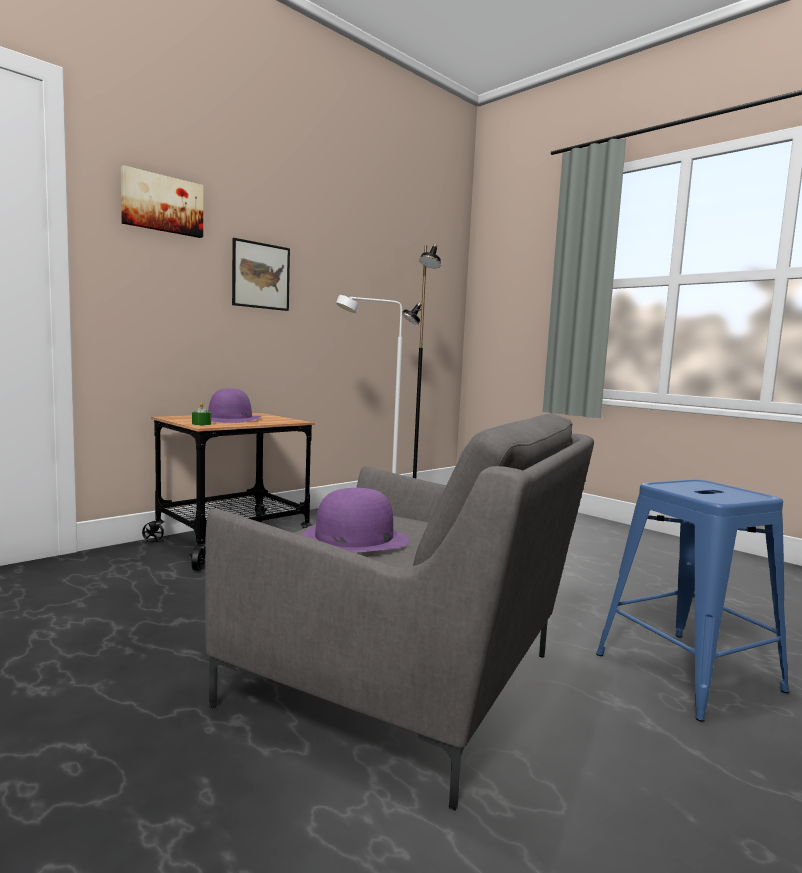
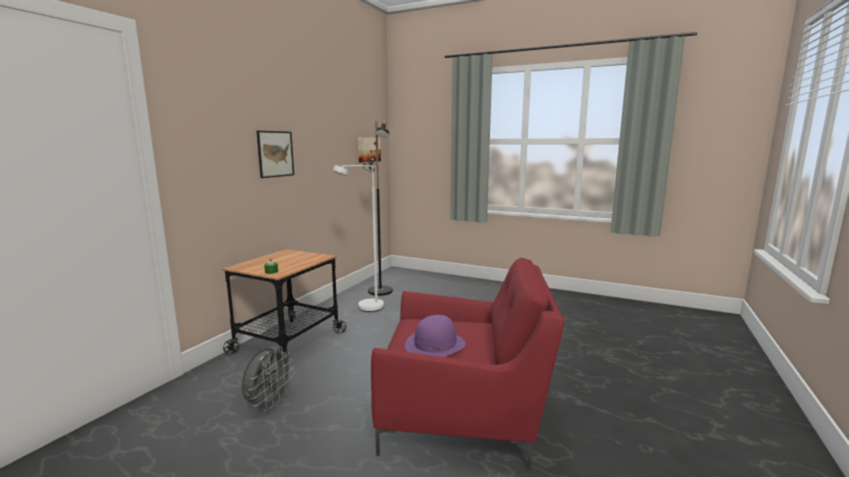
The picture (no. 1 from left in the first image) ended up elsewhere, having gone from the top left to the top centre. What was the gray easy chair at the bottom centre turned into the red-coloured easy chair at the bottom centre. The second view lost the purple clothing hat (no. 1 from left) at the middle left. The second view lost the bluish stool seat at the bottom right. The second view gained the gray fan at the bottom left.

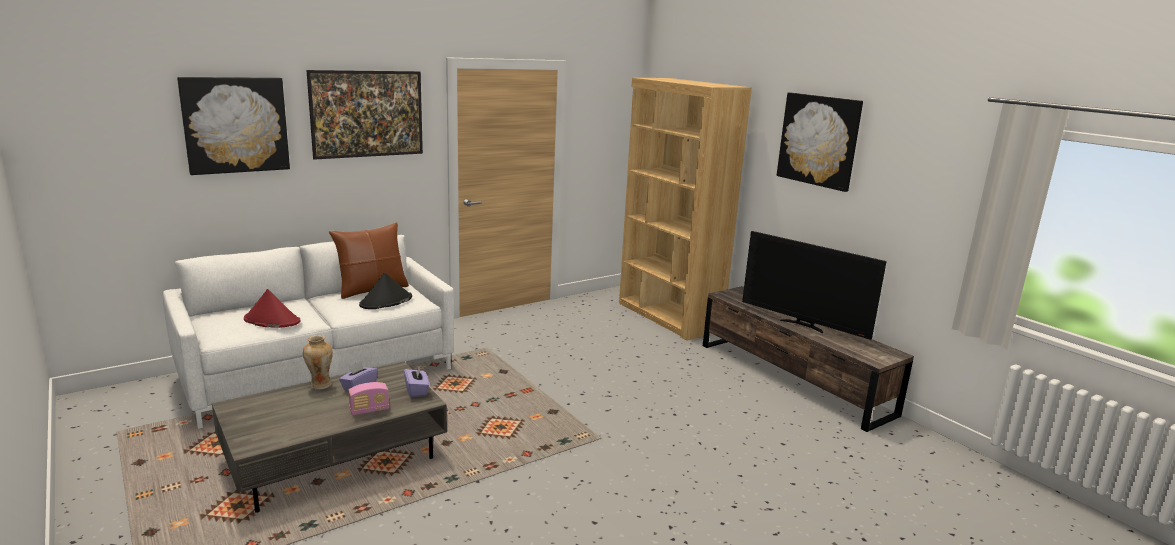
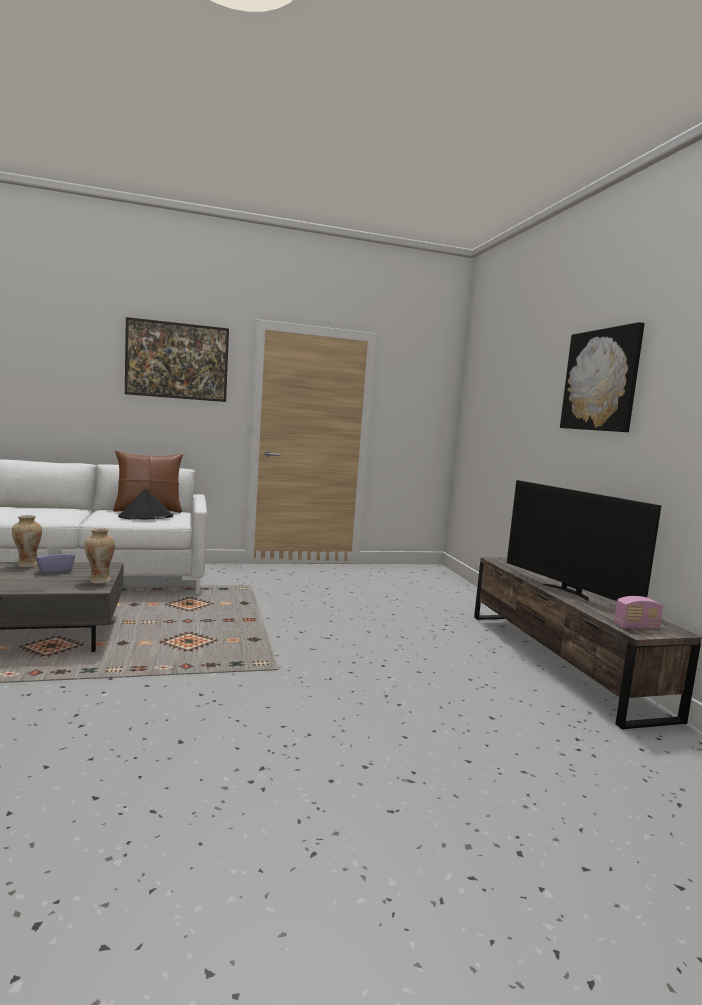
The second view lost the picture (no. 1 from left) at the top left. The second view lost the red-coloured clothing hat at the middle left. The radio ended up elsewhere, having gone from the bottom left to the middle right. Where the purple tissue box (no. 2 from left) stood at the bottom centre, the flower vase (no. 2 from left) came to stand at the middle left. The second view lost the brownish bookcase at the centre.

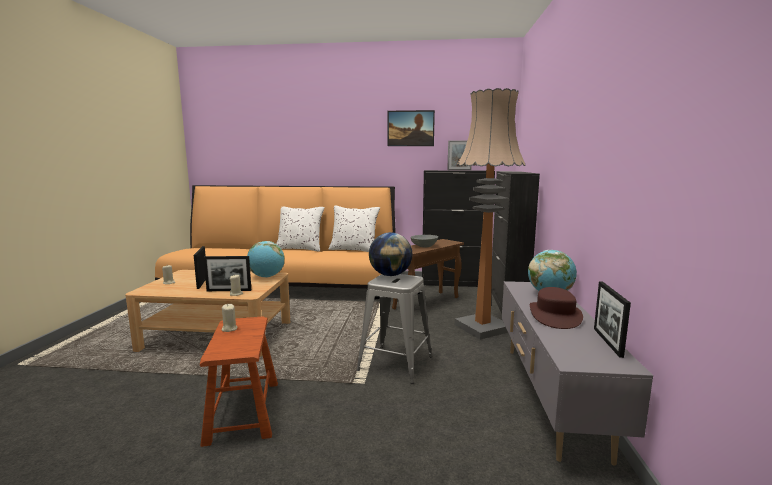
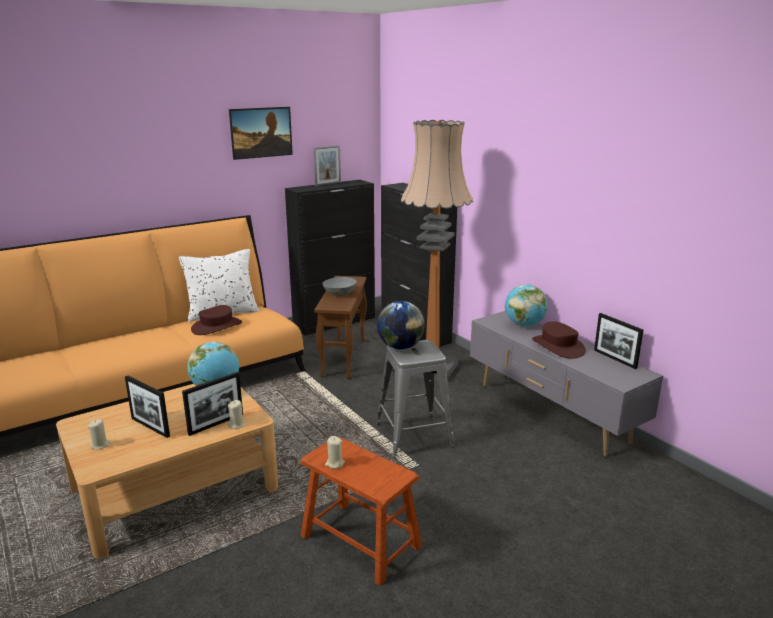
The second view lost the white-coloured cushion (no. 1 from left) at the centre. The second view gained the brownish clothing hat (no. 1 from left) at the middle left.

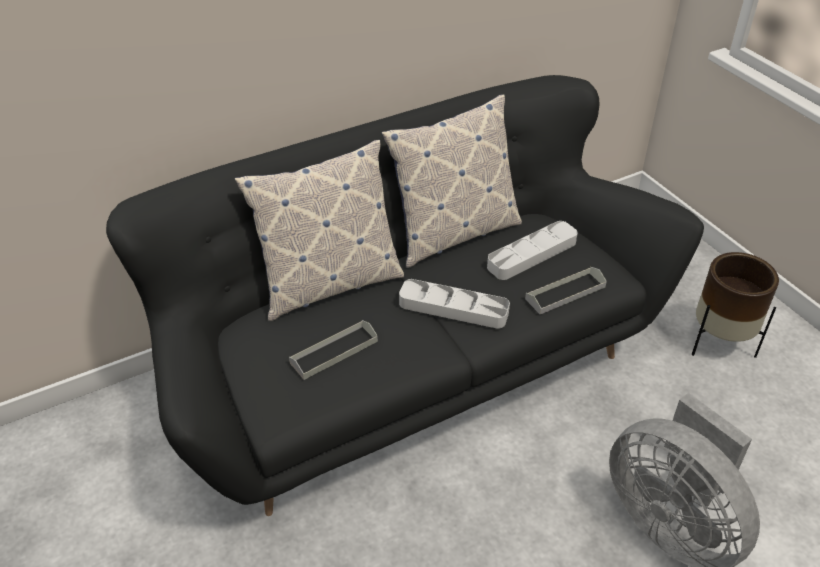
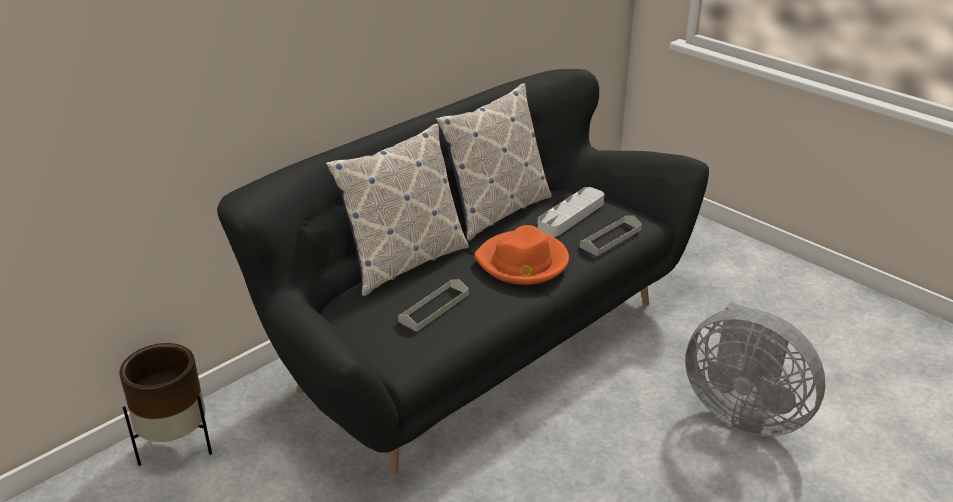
Where the gray serving tray (no. 2 from left) stood at the centre, the orange-coloured clothing hat came to stand at the centre. The brownish planter ended up elsewhere, having gone from the middle right to the bottom left.

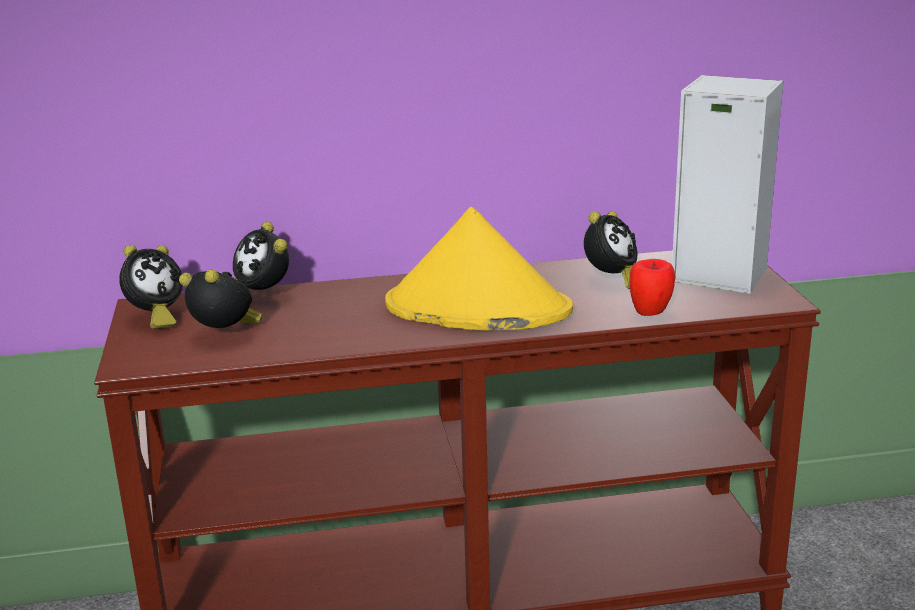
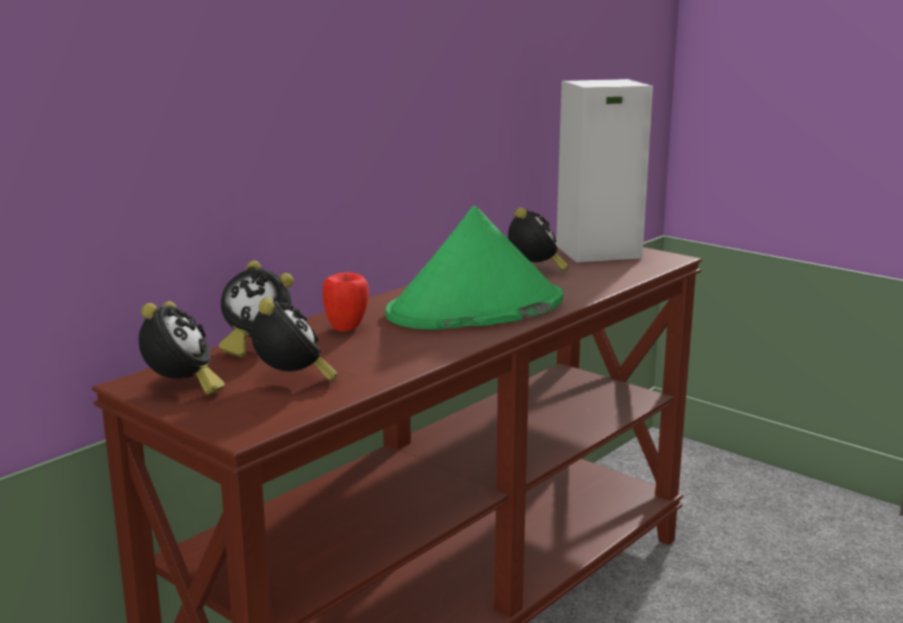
The table clock (no. 2 from left in the first image) at the middle left ended up facing another way, 90 degrees clockwise from before. What was the yellowish clothing hat at the centre turned into the greenish clothing hat at the centre. The apple fruit ended up elsewhere, having gone from the middle right to the centre.

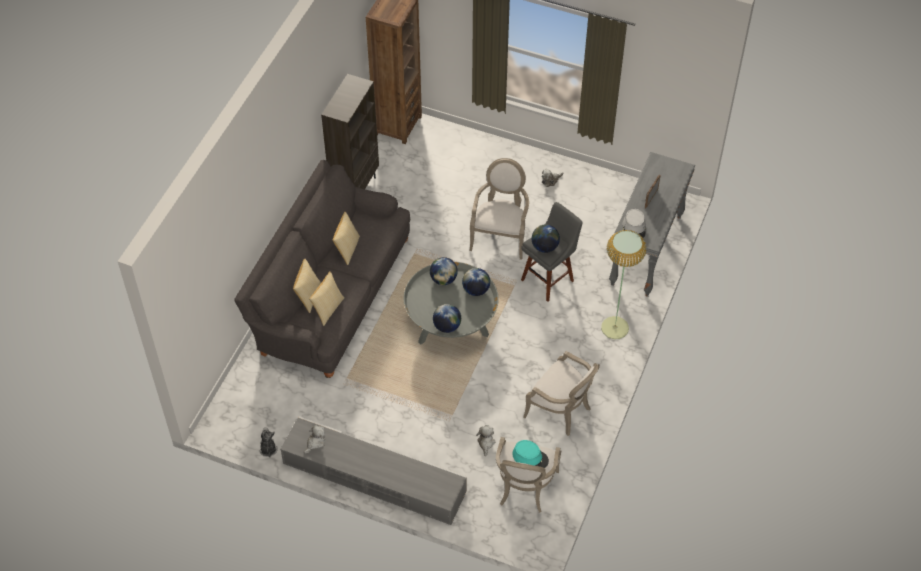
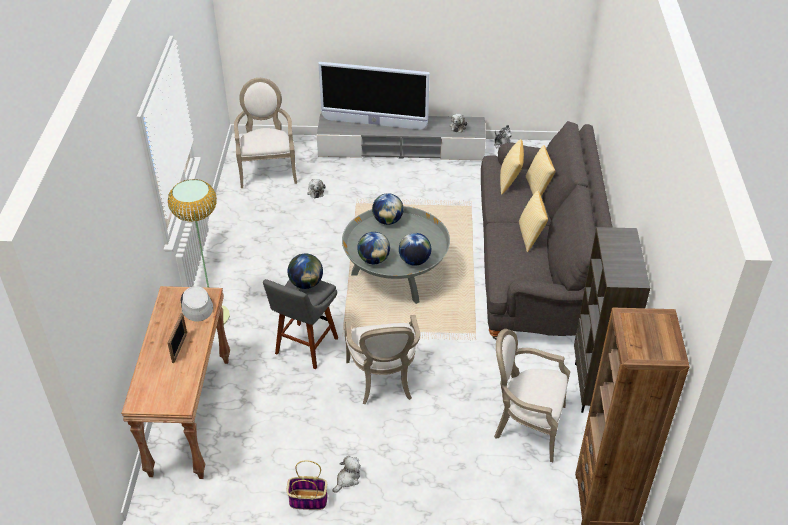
The second view lost the turquoise-coloured clothing hat at the bottom centre. The easy chair (no. 3 from left) ended up elsewhere, having gone from the bottom centre to the bottom right. What was the gray hall table at the middle right turned into the brownish hall table at the bottom left. The second view gained the basket at the bottom centre. The second view gained the TV set at the top centre.

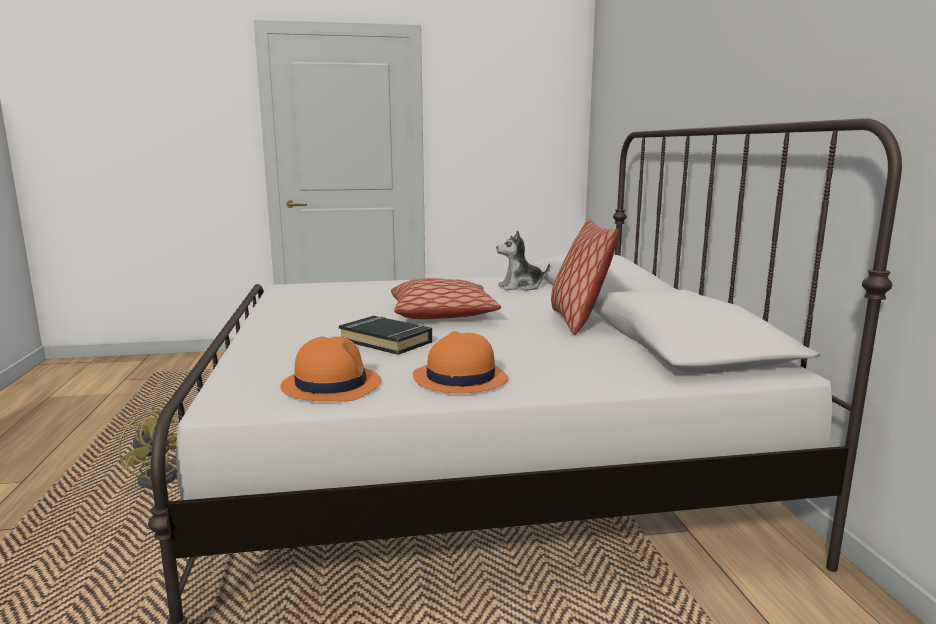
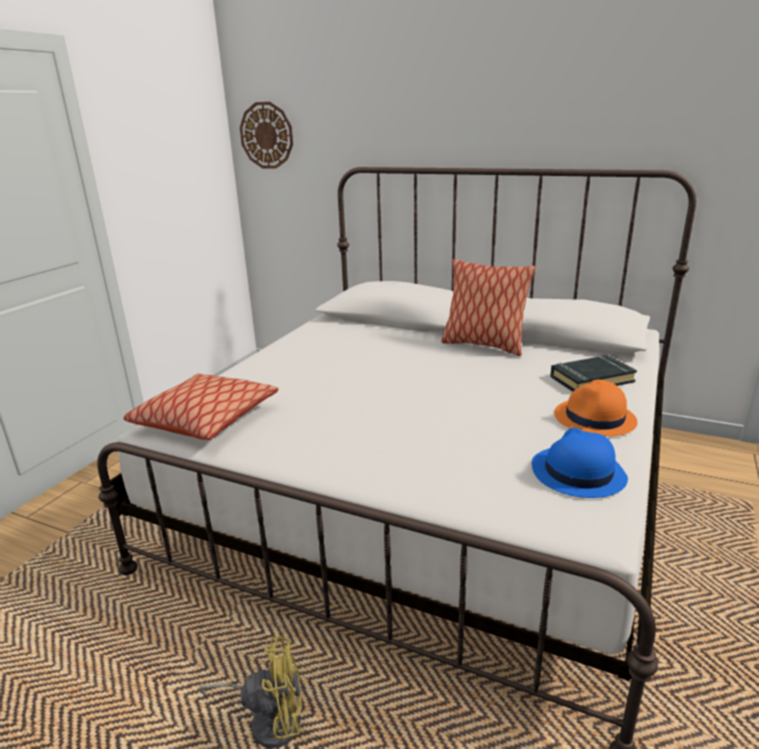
What was the orange-coloured clothing hat (no. 1 from left) at the centre turned into the bluish clothing hat at the middle right. The blackish bound book ended up elsewhere, having gone from the centre to the middle right. The cushion (no. 1 from left) ended up elsewhere, having gone from the centre to the middle left. The second view lost the soft toy at the centre. The second view gained the clock on the wall at the top centre.

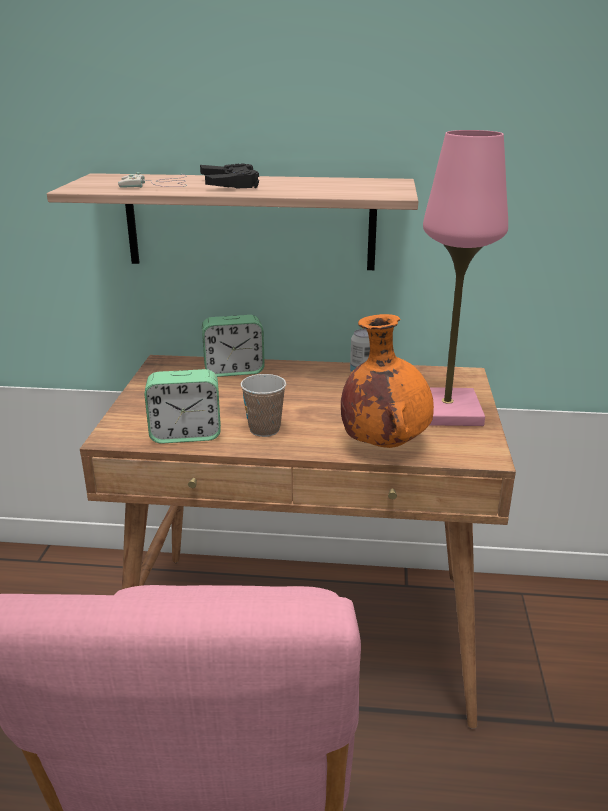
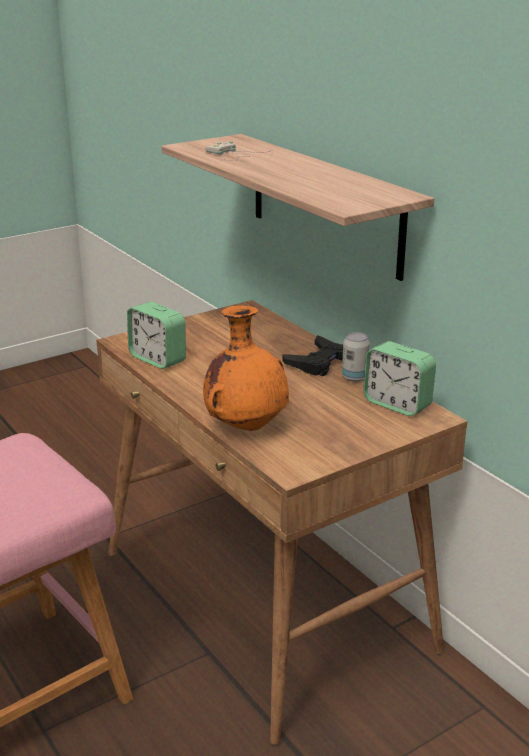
The blackish gamepad ended up elsewhere, having gone from the top centre to the centre. The table clock (no. 2 from left) ended up elsewhere, having gone from the centre to the middle right. The second view lost the cup at the centre. The second view lost the pinkish lamp for a table at the middle right.

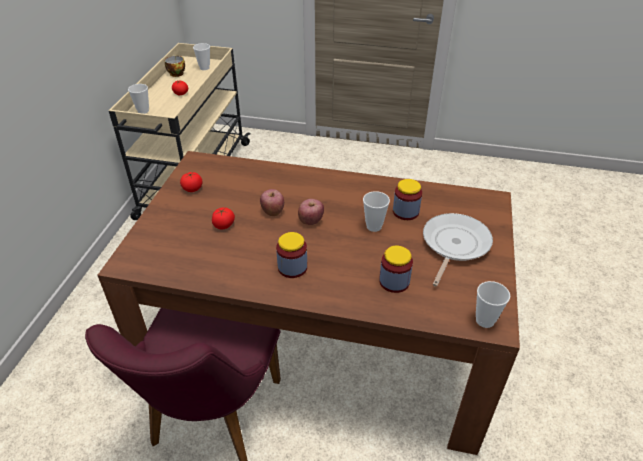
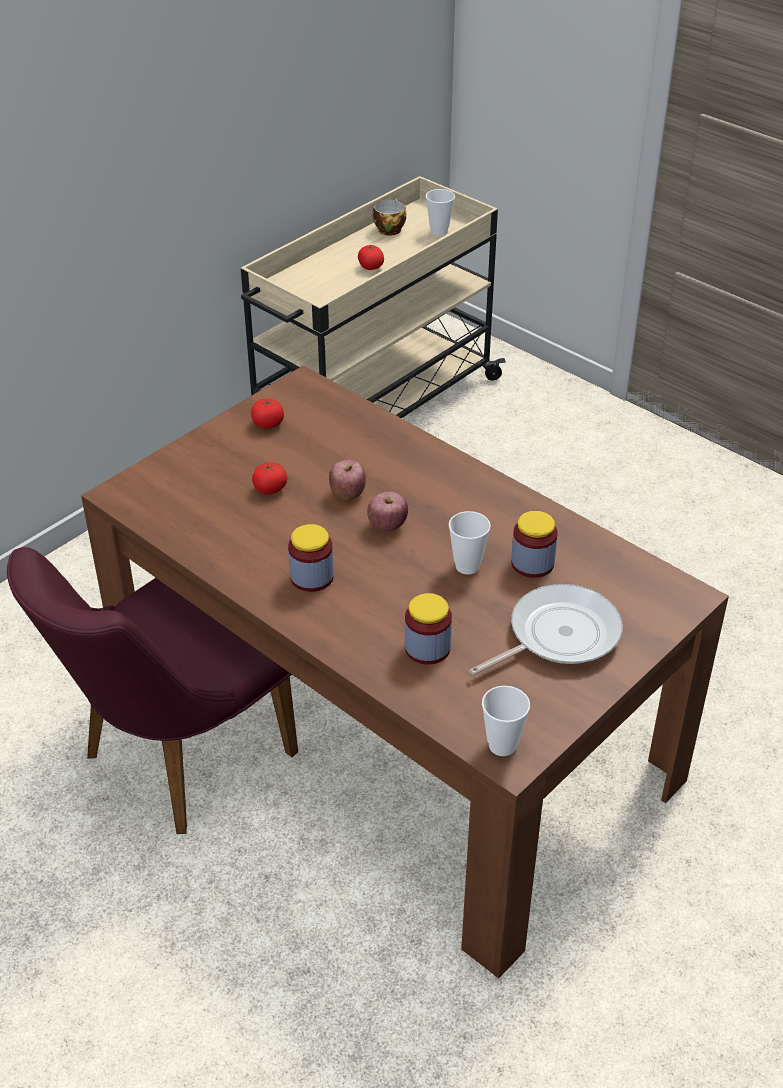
The second view lost the cup (no. 1 from left) at the top left.

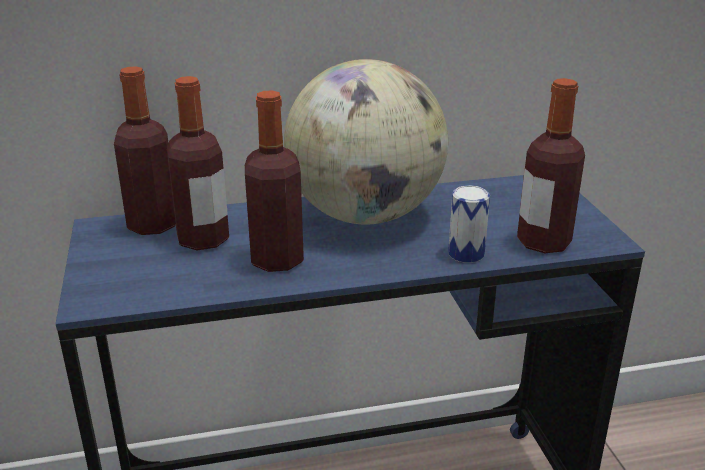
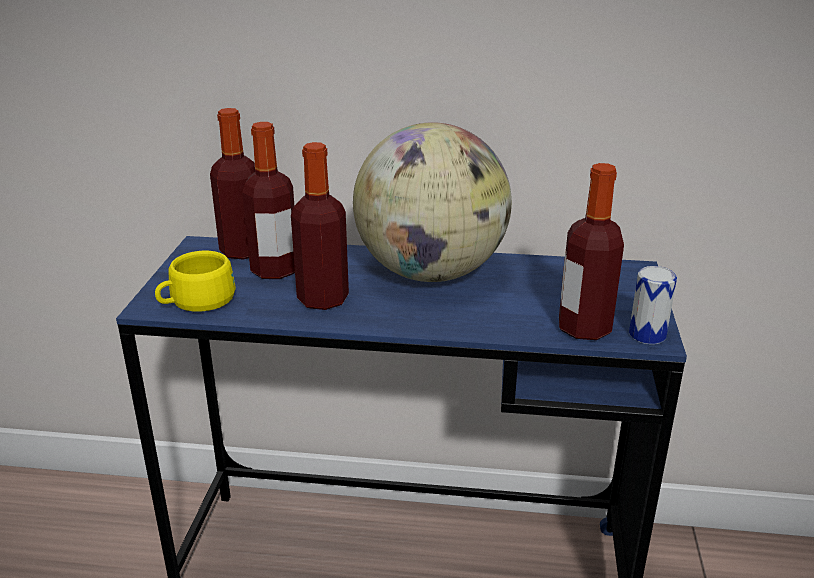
The can ended up elsewhere, having gone from the centre to the middle right. The second view gained the yellowish cup at the middle left.

